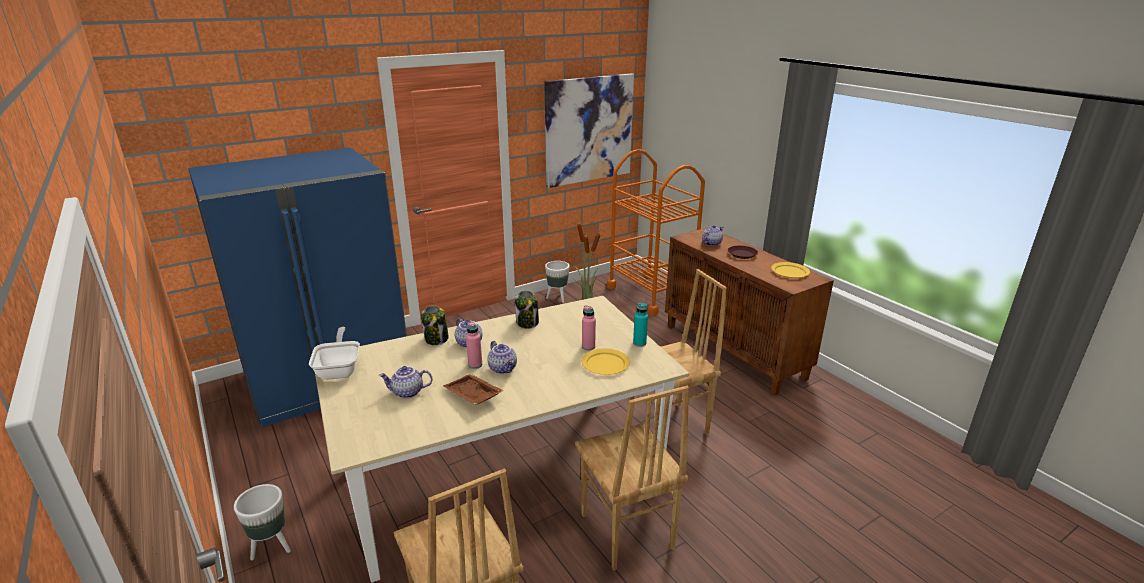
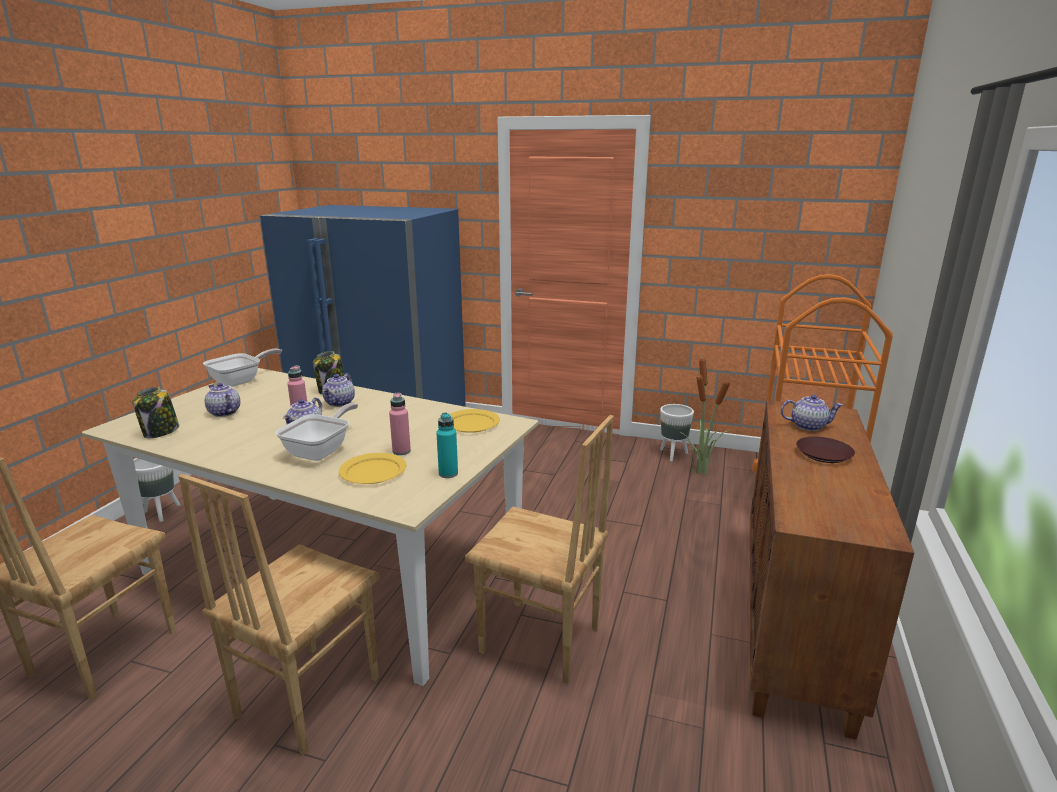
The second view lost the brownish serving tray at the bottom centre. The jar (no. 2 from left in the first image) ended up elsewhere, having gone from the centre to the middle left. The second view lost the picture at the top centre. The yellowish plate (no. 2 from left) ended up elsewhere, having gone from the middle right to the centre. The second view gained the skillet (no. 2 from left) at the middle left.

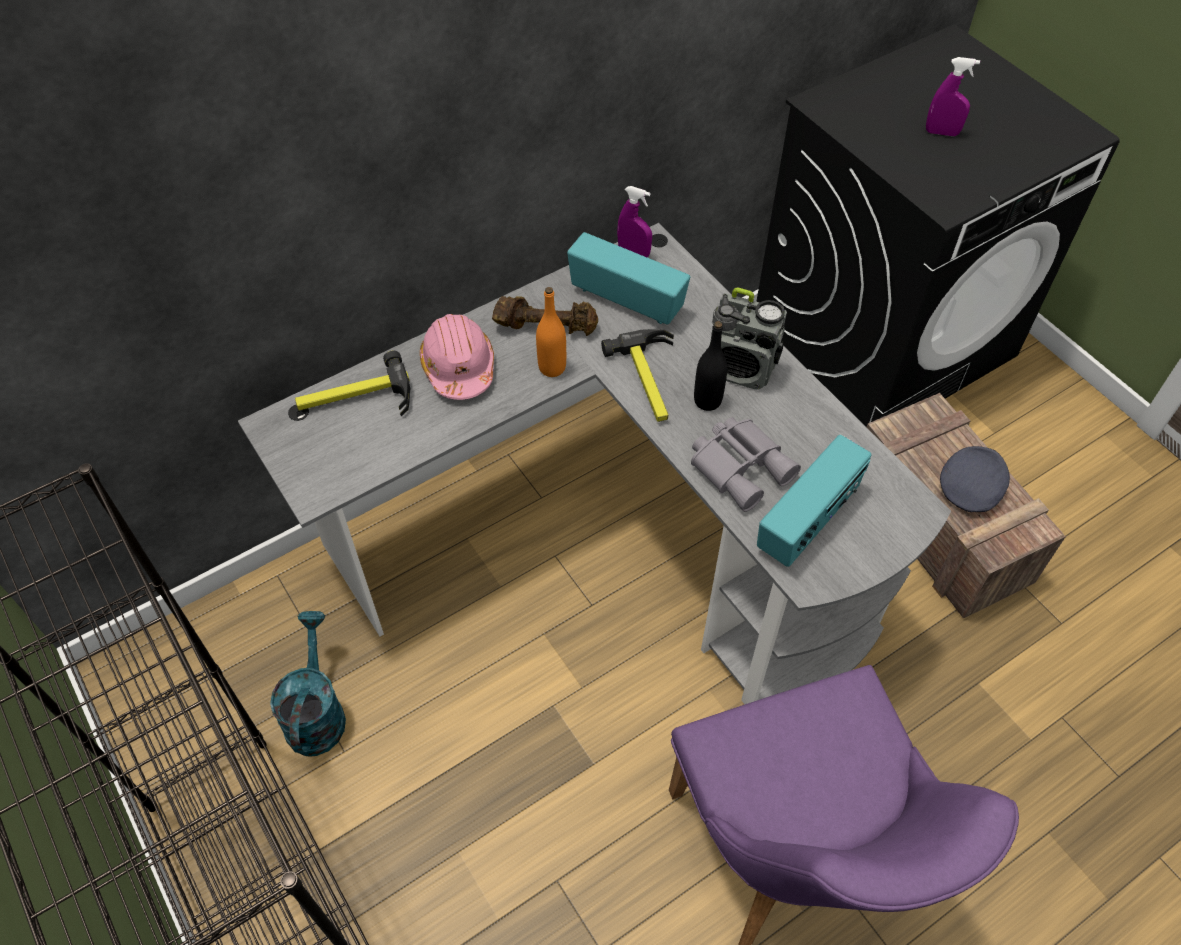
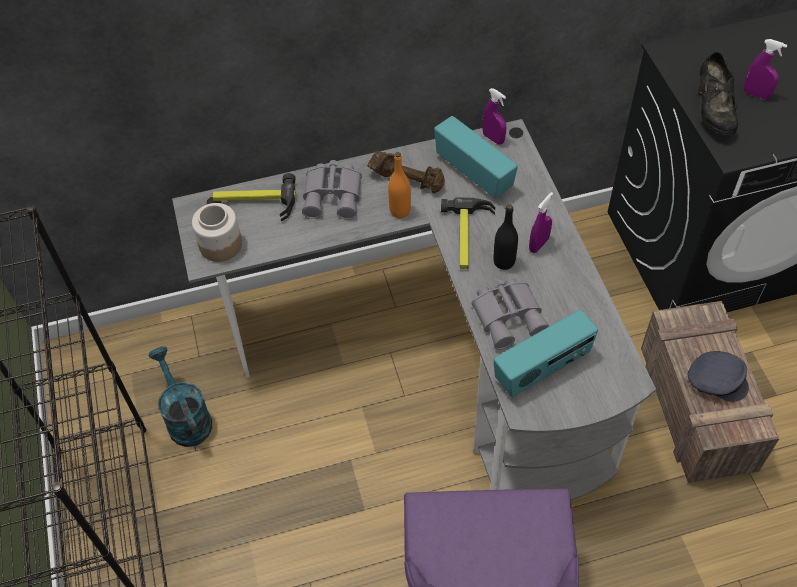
The turquoise-coloured watering pot at the bottom left ended up facing another way, 45 degrees counterclockwise from before. Where the pinkish hard hat stood at the centre, the gray field glasses (no. 1 from left) came to stand at the top centre. Where the radio (no. 2 from left) stood at the centre, the purple spray bottle (no. 2 from left) came to stand at the middle right. The gray baseball cap at the middle right ended up facing another way, 60 degrees clockwise from before. The second view gained the jar at the middle left. The second view gained the blackish item of footwear at the top right.

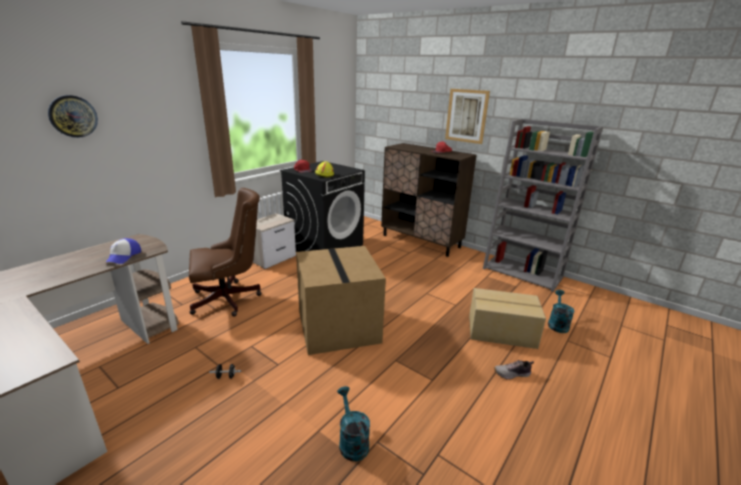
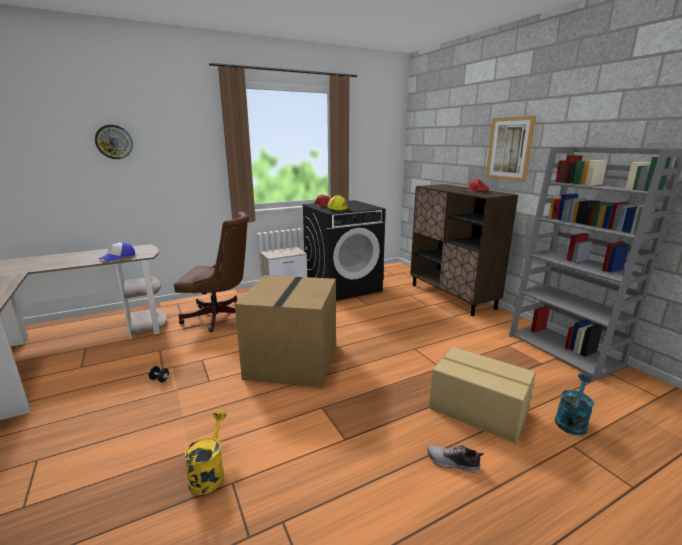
What was the turquoise-coloured watering pot (no. 1 from left) at the bottom centre turned into the yellowish watering pot at the bottom left.

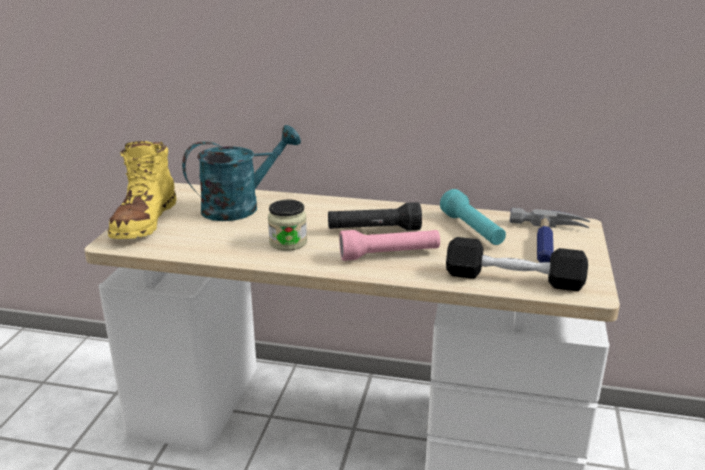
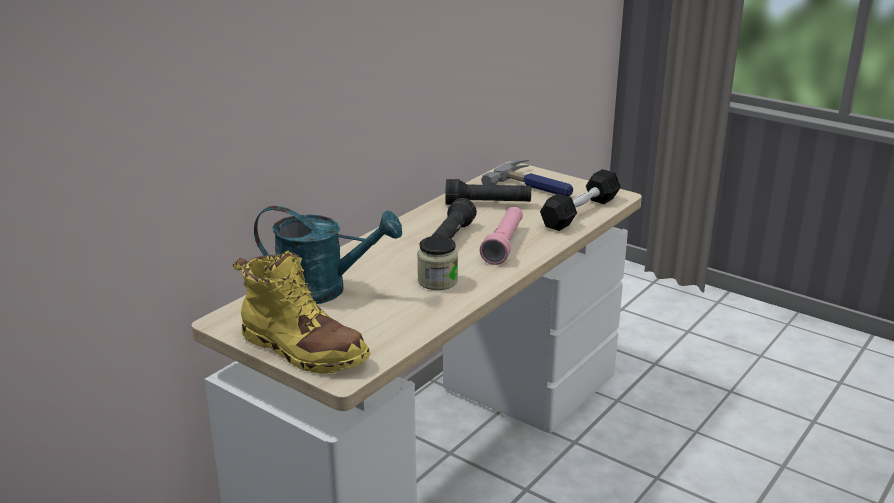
The turquoise-coloured watering pot at the centre ended up facing another way, 105 degrees clockwise from before. What was the turquoise-coloured torch at the middle right turned into the blackish torch (no. 2 from left) at the centre.

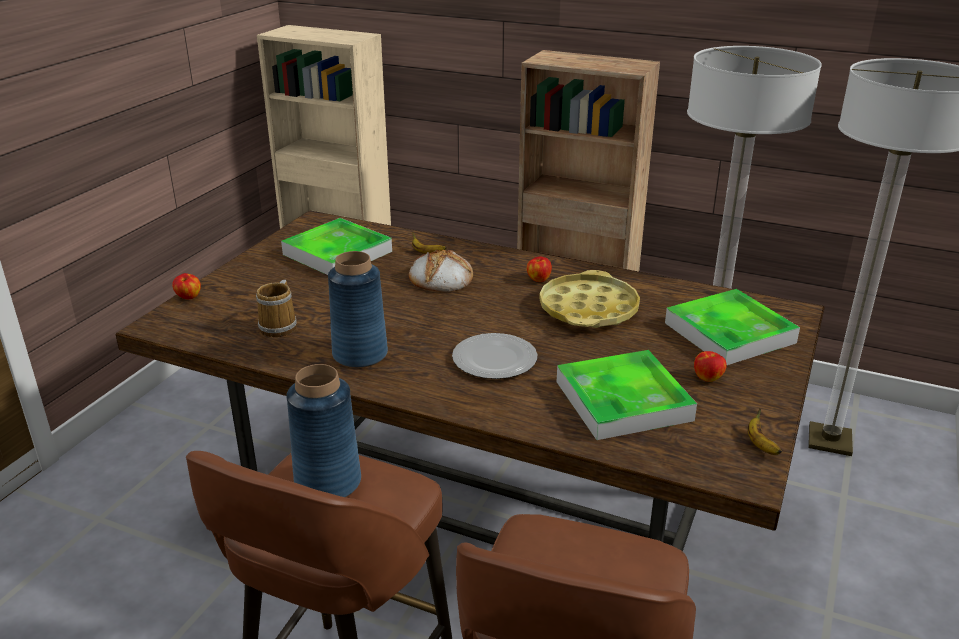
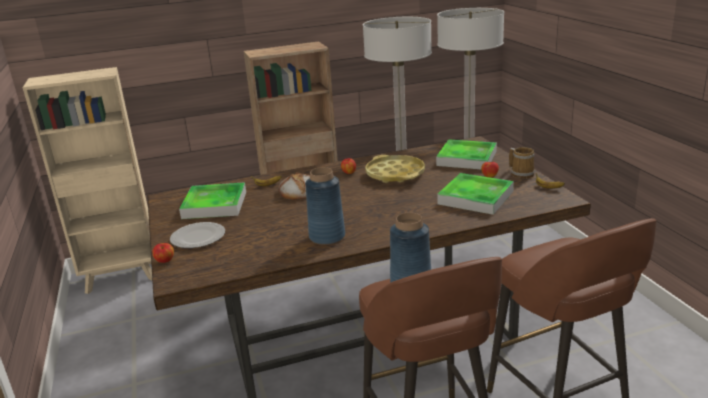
The coffee mug ended up elsewhere, having gone from the middle left to the middle right. The plate ended up elsewhere, having gone from the centre to the middle left.

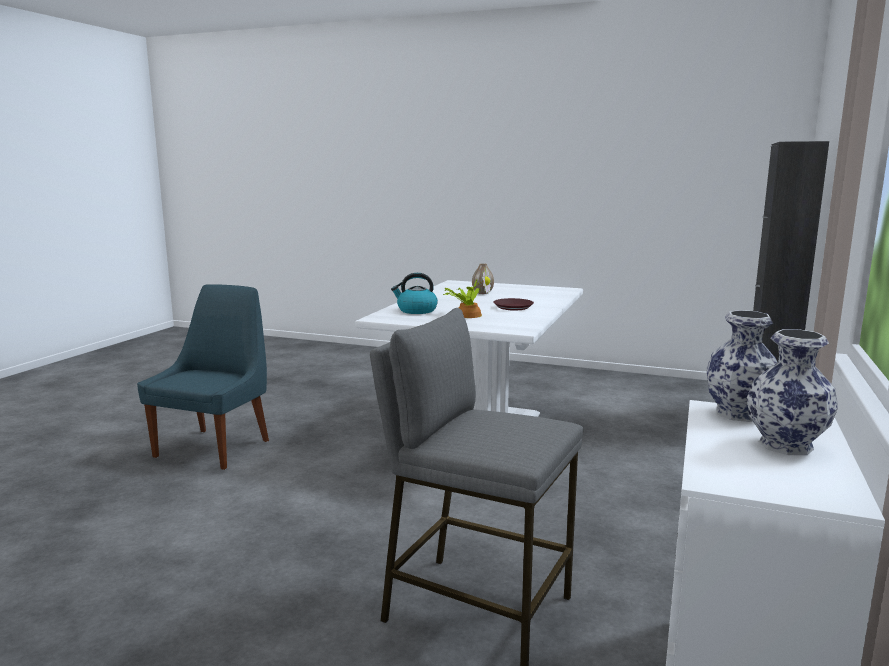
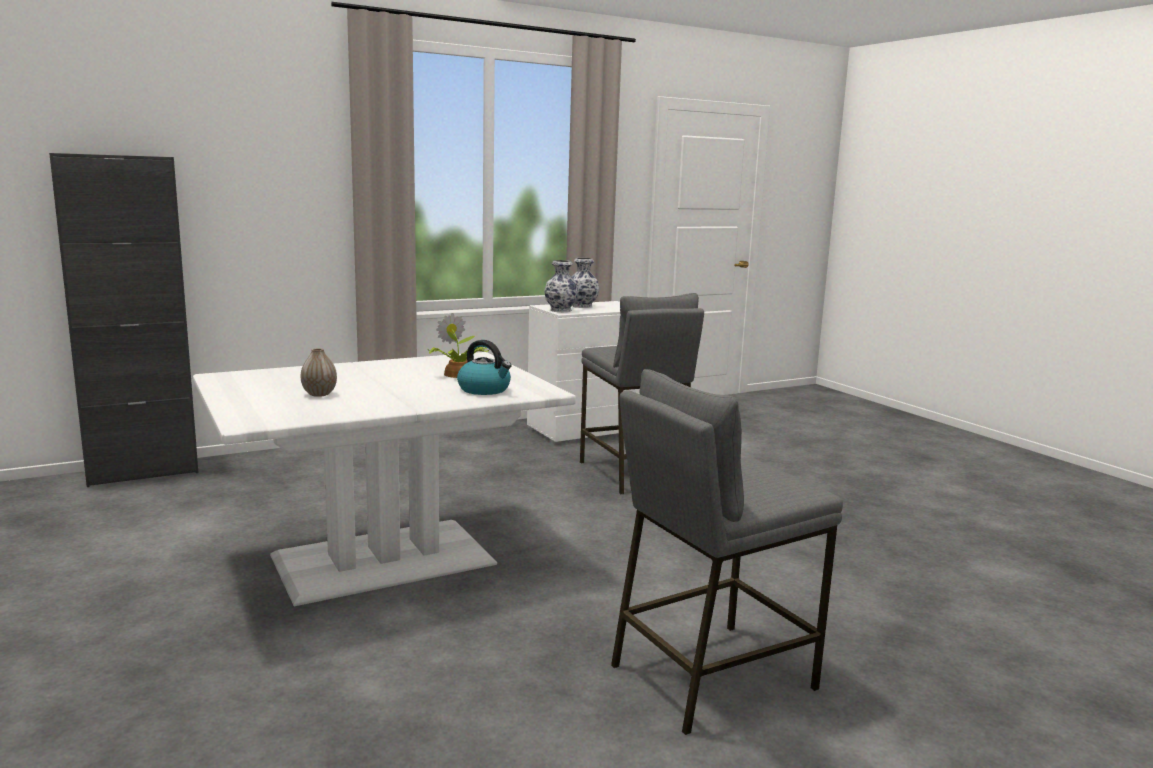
Where the bluish upright chair stood at the middle left, the gray stool seat (no. 2 from left) came to stand at the bottom centre. The second view lost the brownish plate at the centre.

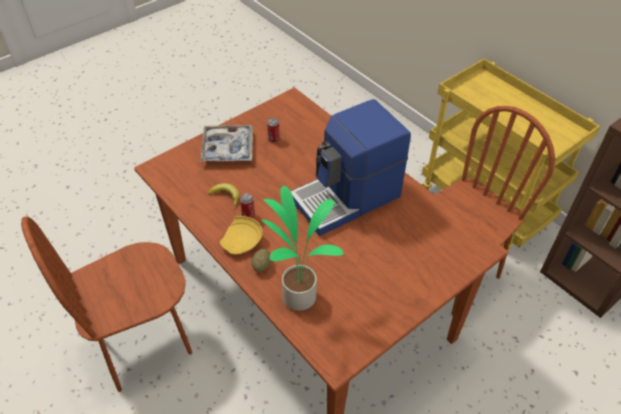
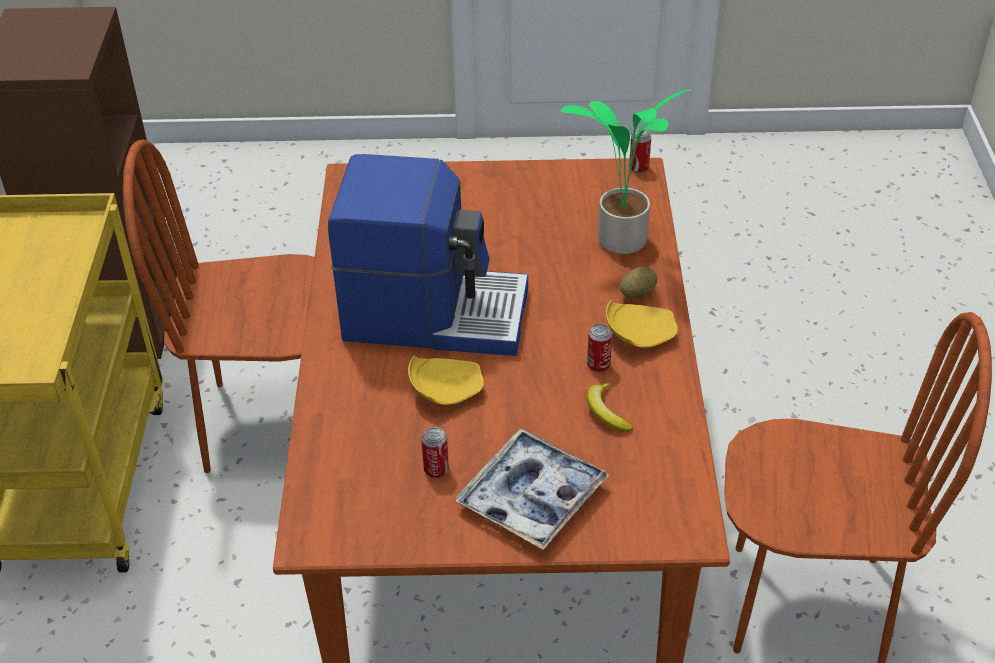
The second view gained the yellowish plate (no. 1 from left) at the centre. The second view gained the can (no. 3 from left) at the top centre.

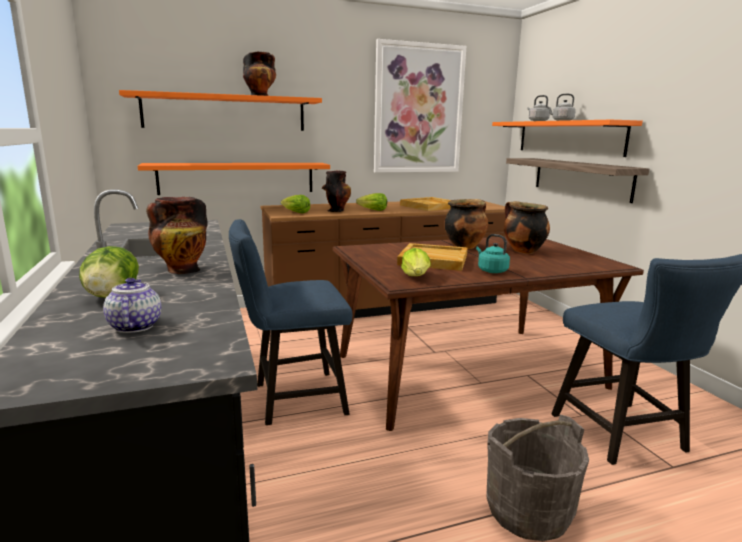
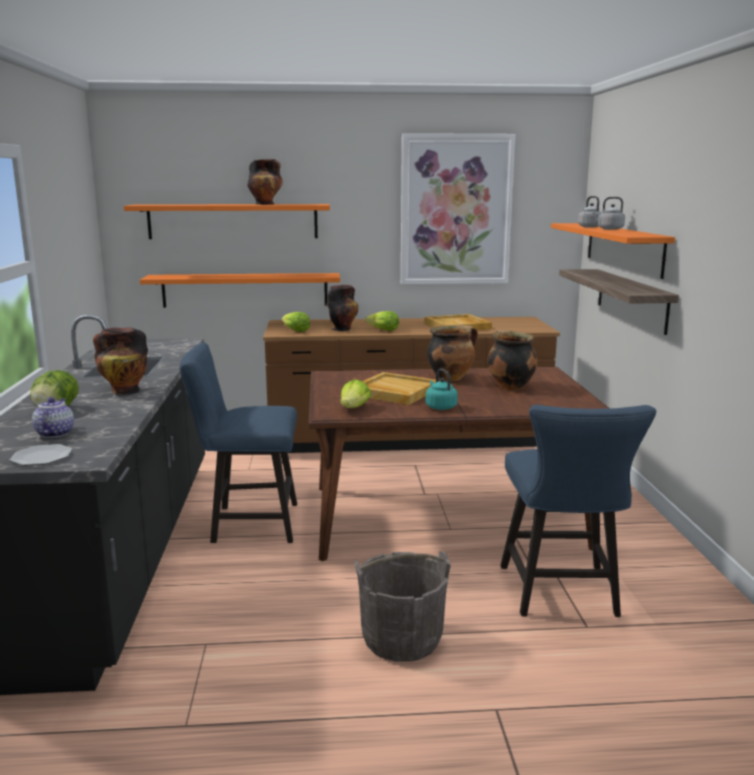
The second view gained the plate at the middle left.

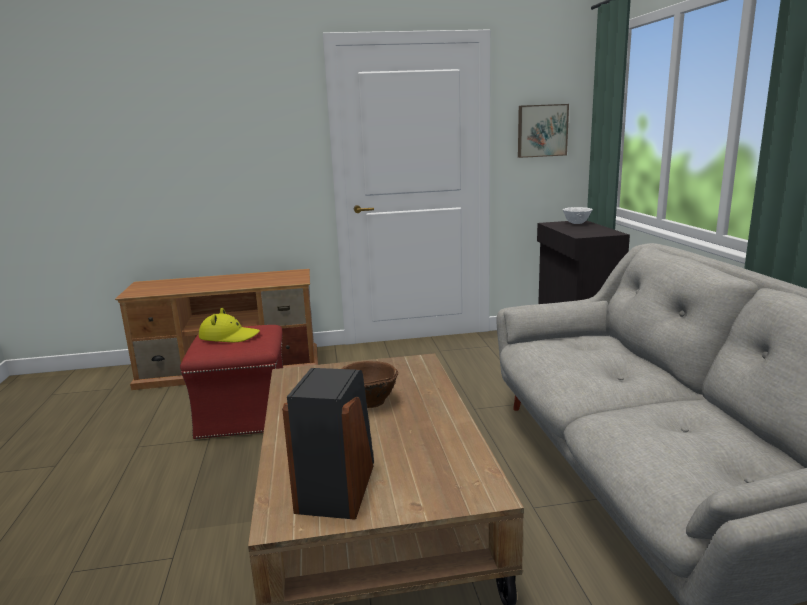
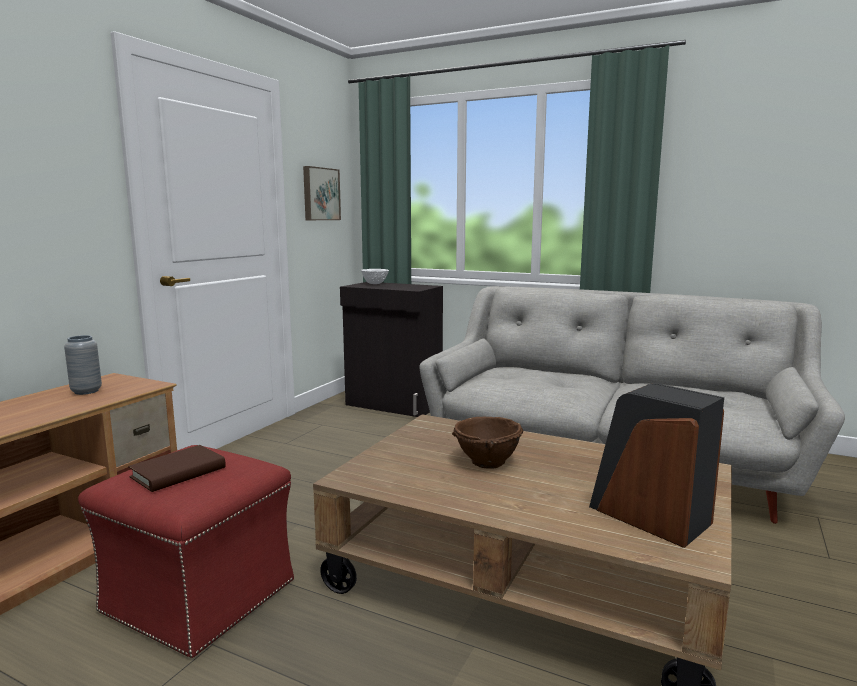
Where the yellowish clothing hat stood at the middle left, the brownish bound book came to stand at the bottom left. The second view gained the gray flower vase at the middle left.

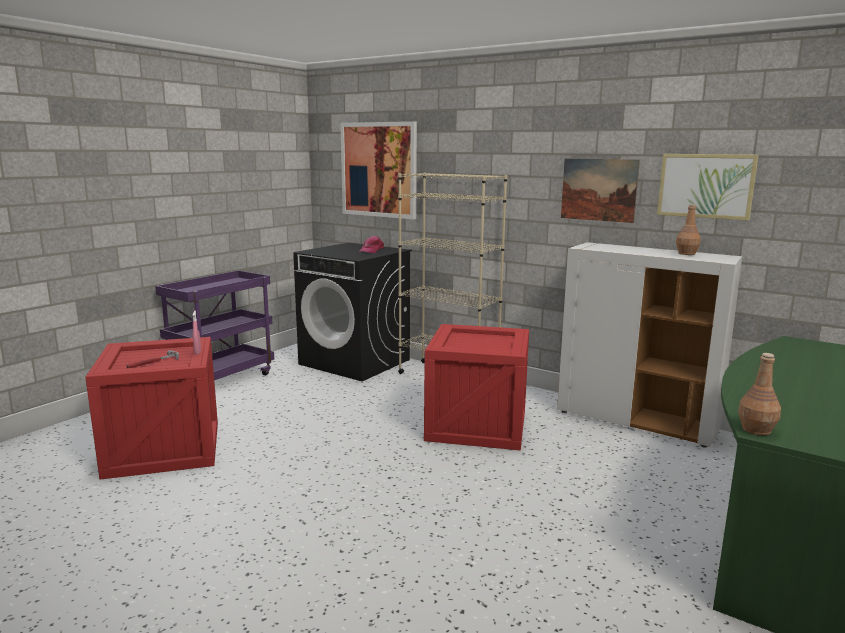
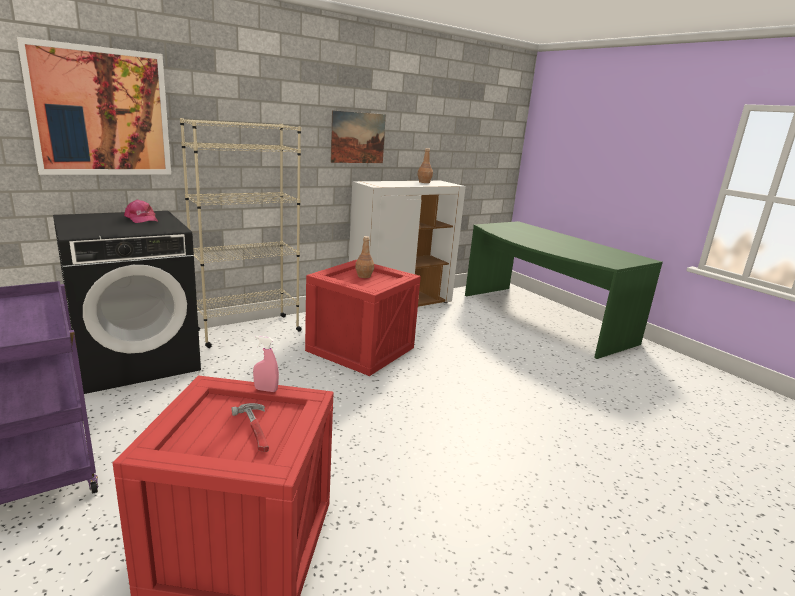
The second view lost the picture (no. 3 from left) at the top right. The brownish drink bottle (no. 2 from left in the first image) ended up elsewhere, having gone from the middle right to the centre.

